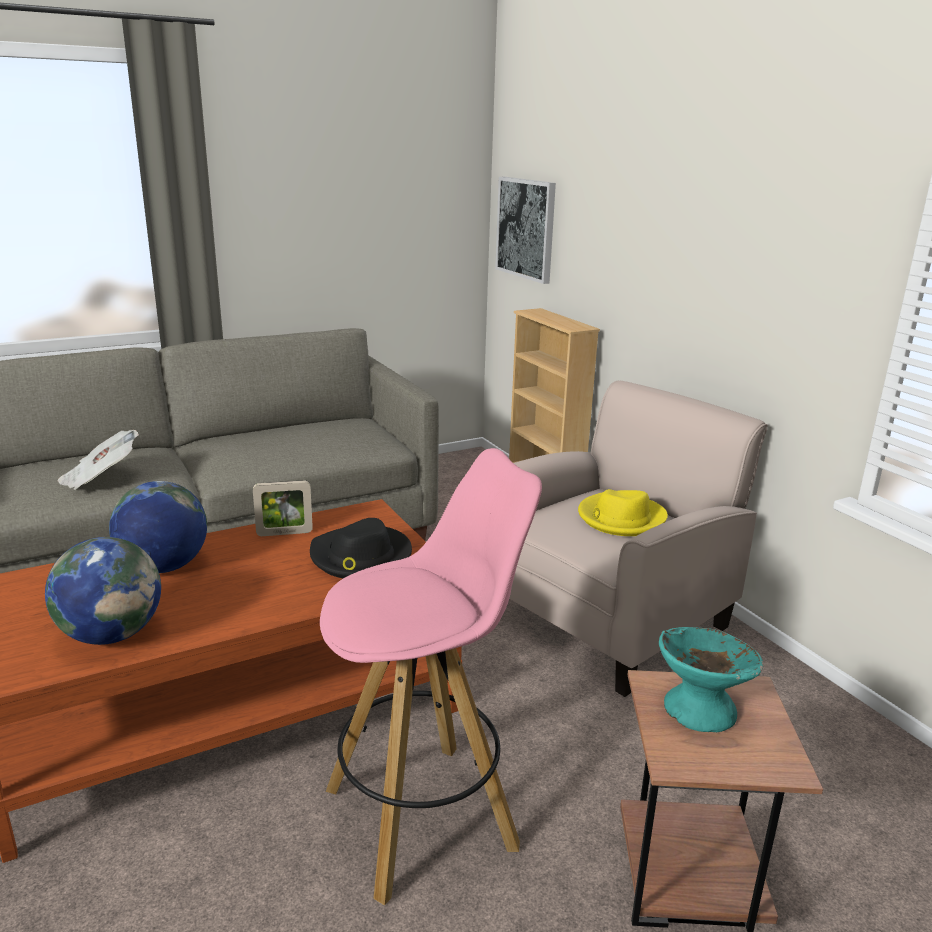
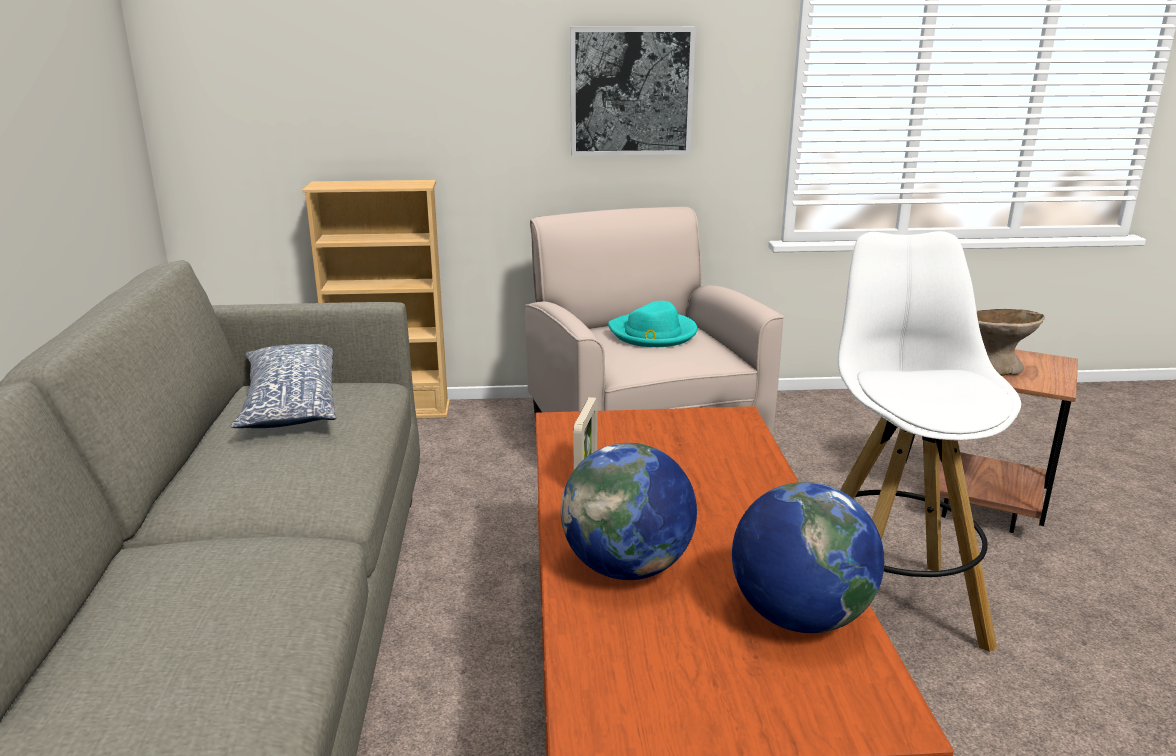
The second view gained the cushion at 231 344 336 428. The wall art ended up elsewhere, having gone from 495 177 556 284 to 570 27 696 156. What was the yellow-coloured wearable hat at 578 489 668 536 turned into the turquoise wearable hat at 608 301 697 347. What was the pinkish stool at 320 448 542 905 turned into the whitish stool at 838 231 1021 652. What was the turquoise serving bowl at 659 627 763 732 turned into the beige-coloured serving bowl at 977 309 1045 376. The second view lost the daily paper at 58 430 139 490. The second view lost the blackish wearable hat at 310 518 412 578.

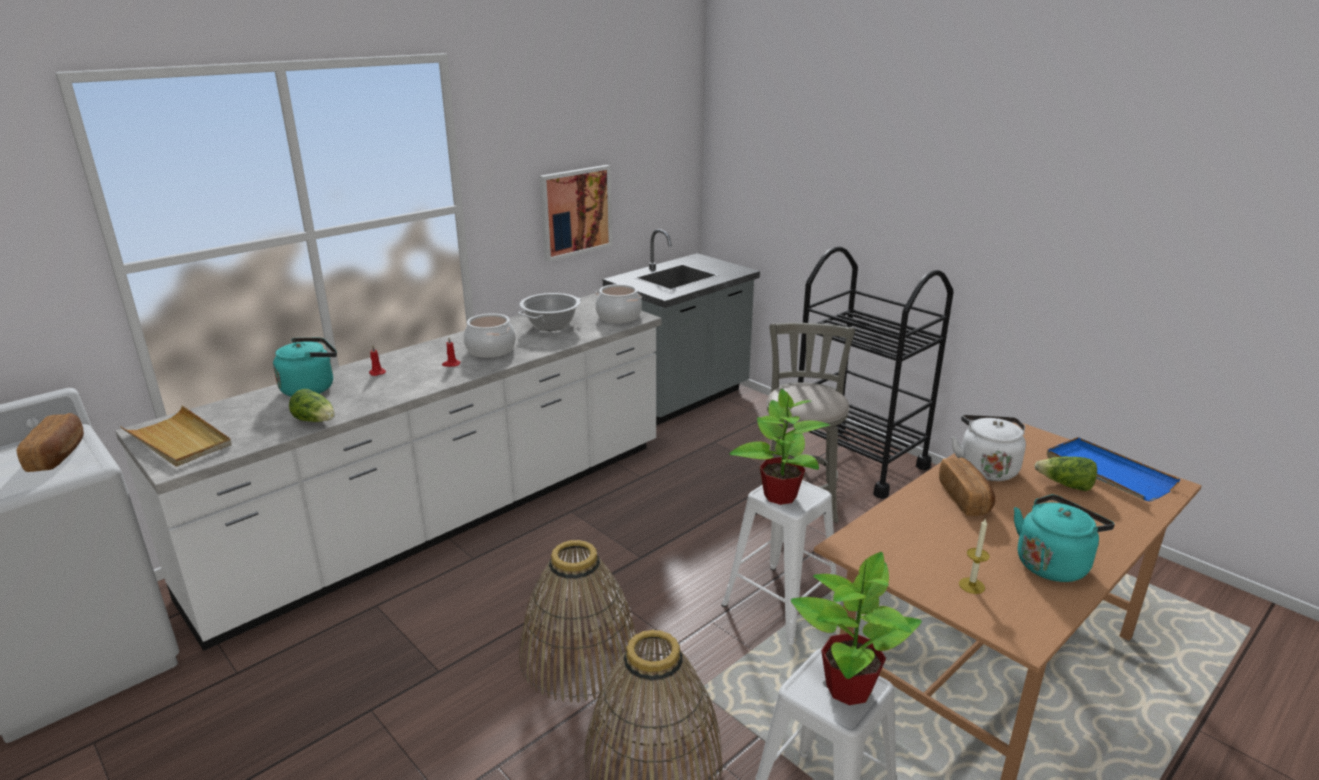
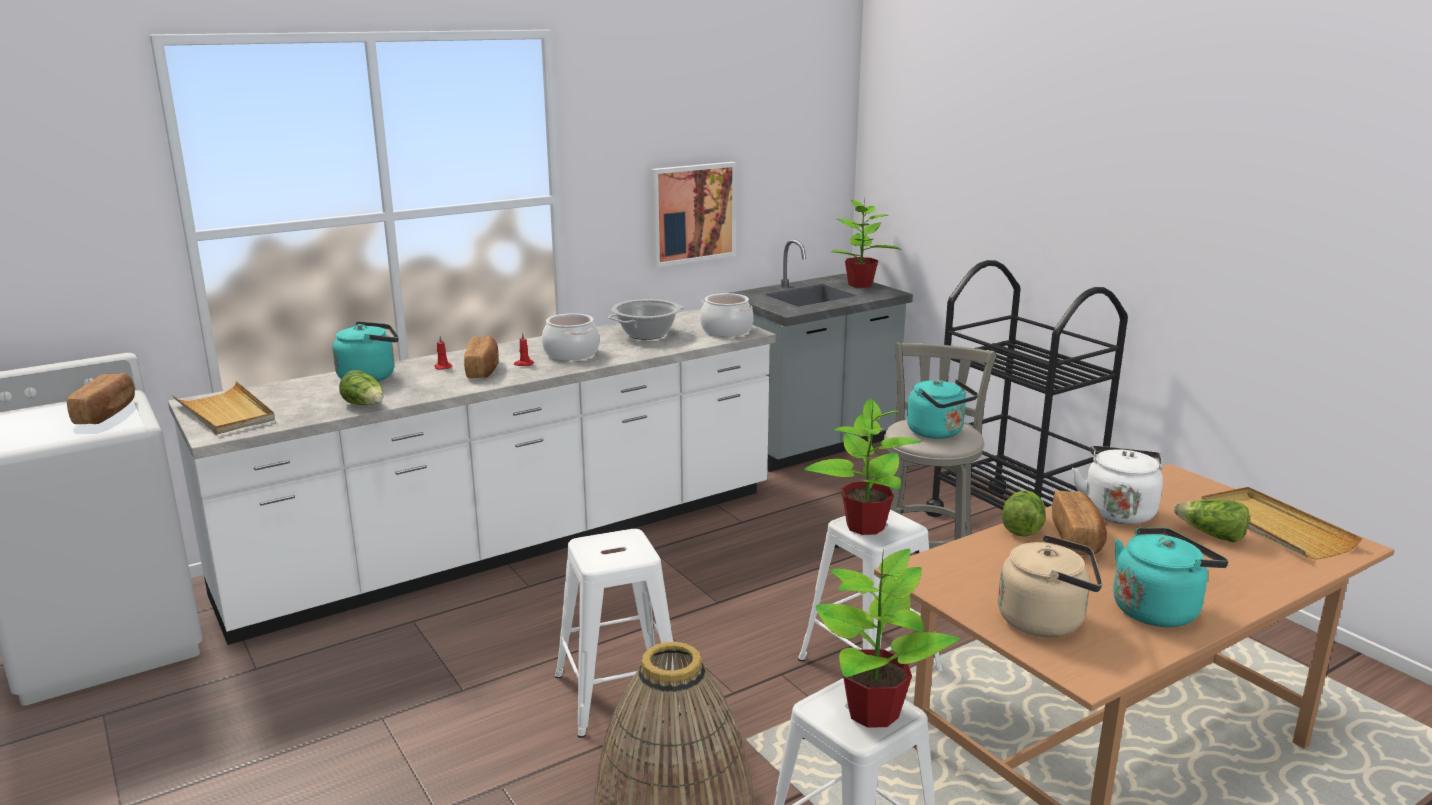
The second view gained the bread at 464 336 499 378. Where the storage basket stood at 519 540 639 703, the whitish stool came to stand at 555 529 687 738. The second view gained the plant in a pot at 831 198 903 288. The second view gained the turquoise tea kettle at 907 379 978 439. Where the wax light stood at 959 518 990 594, the beige-coloured tea kettle came to stand at 998 535 1102 637. The second view gained the lettuce at 1002 491 1046 537. What was the blue-coloured serving tray at 1047 437 1181 501 turned into the beige-coloured serving tray at 1201 487 1362 560.

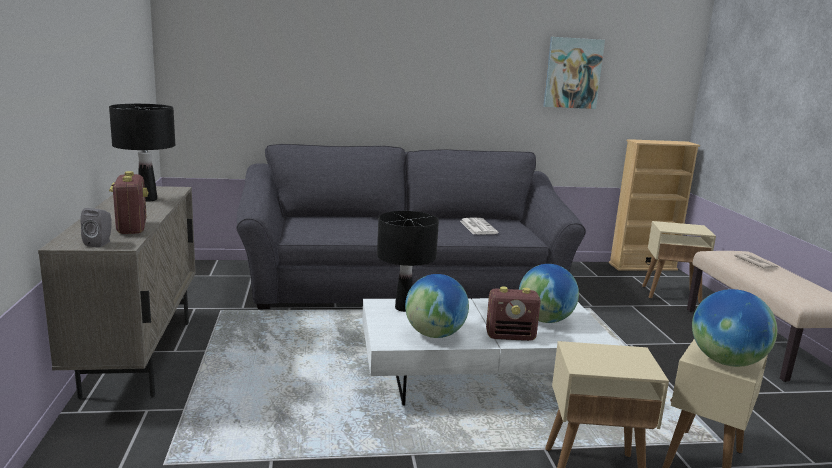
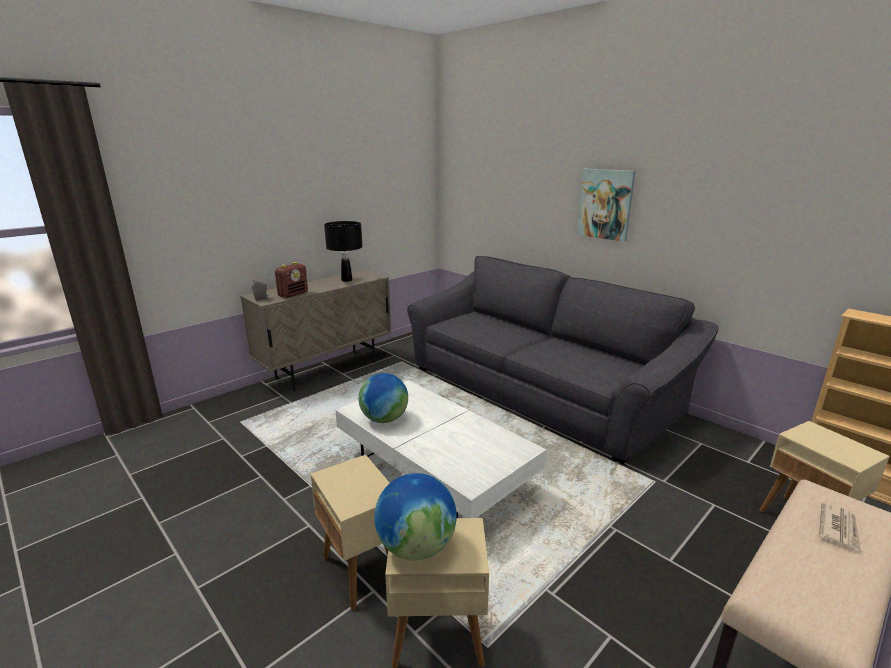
The wall art ended up elsewhere, having gone from 543 37 605 109 to 577 169 636 242. The second view lost the blackish lamp for a table at 377 211 439 312. The second view lost the daily paper at 460 217 498 235. The second view lost the radio set at 486 287 541 341. The second view lost the world globe at 519 264 579 323.

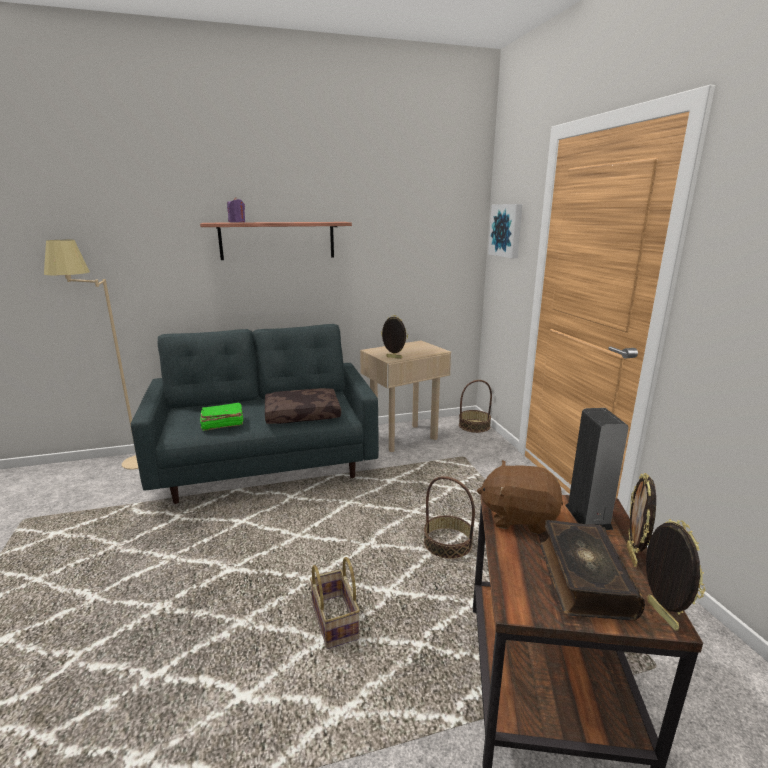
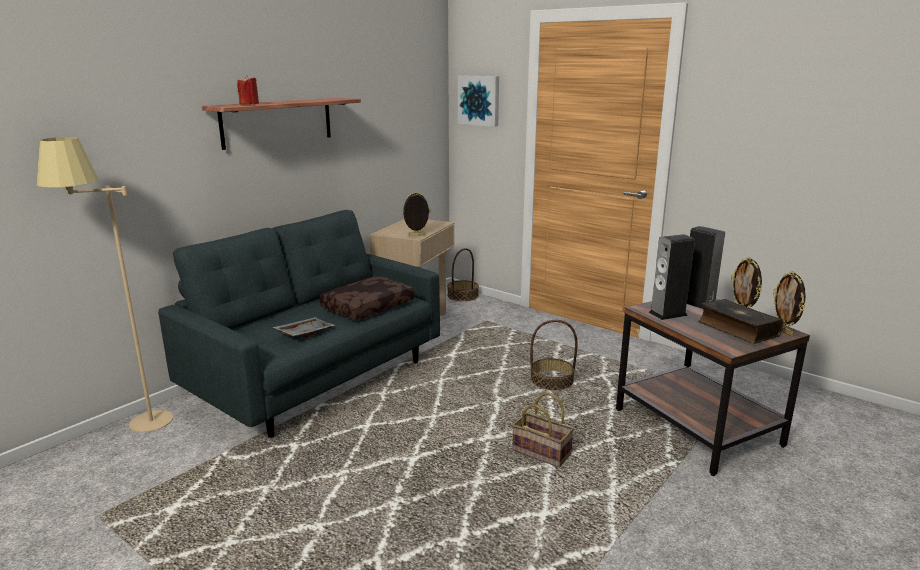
What was the purple-coloured wax light at 227 198 245 222 turned into the red wax light at 237 75 259 104. Where the greenish volume stood at 200 403 243 431, the gray serving tray came to stand at 273 317 335 338. Where the brown-coloured soft toy stood at 477 460 563 534, the audio speaker came to stand at 648 234 695 320. The standing frame at 646 519 706 631 ended up facing another way, 150 degrees counterclockwise from before.

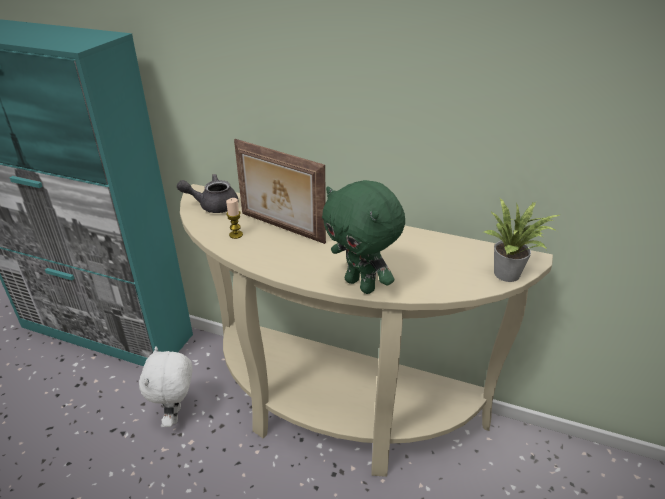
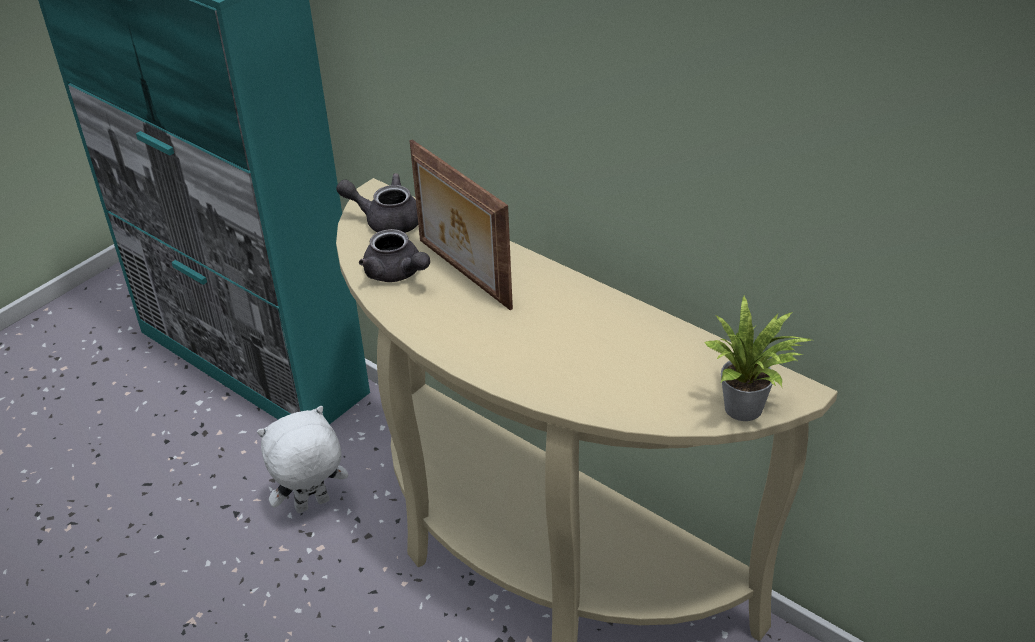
The whitish soft toy at 139 346 192 427 ended up facing another way, 45 degrees clockwise from before. Where the wax light stood at 226 198 243 239, the gray tea pot came to stand at 359 229 430 282. The second view lost the greenish soft toy at 322 180 405 294.

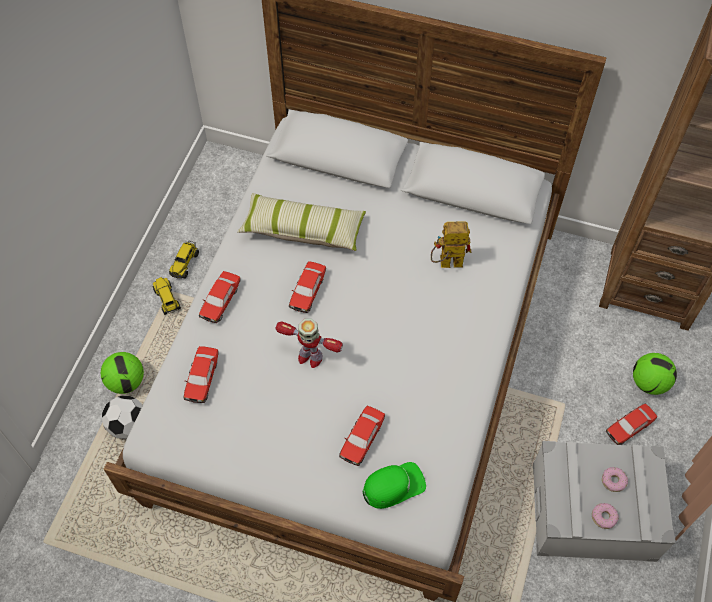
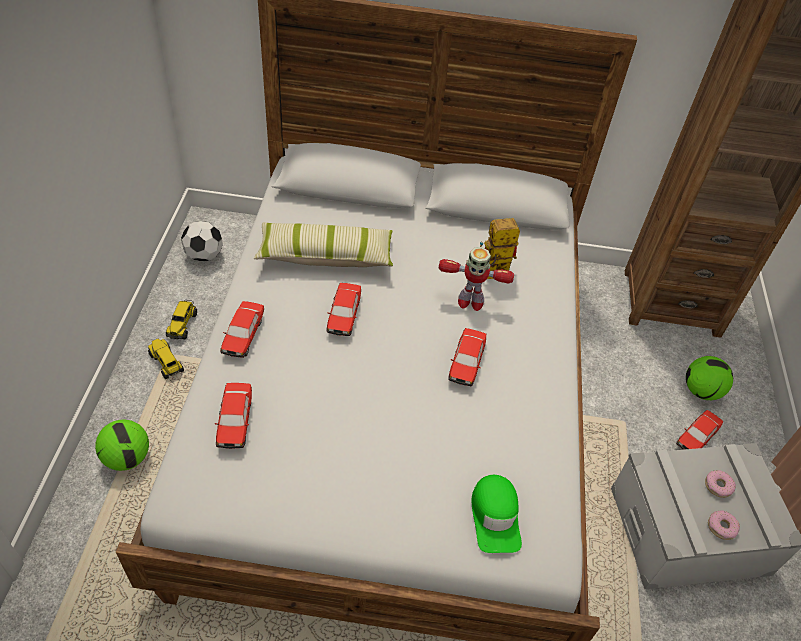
The ball for football ended up elsewhere, having gone from 102 395 143 439 to 181 221 223 261. The robot figure ended up elsewhere, having gone from 276 319 343 368 to 438 247 514 311. The model car ended up elsewhere, having gone from 339 406 385 466 to 448 328 486 386. The greenish baseball cap at 363 462 426 509 ended up facing another way, 120 degrees clockwise from before.

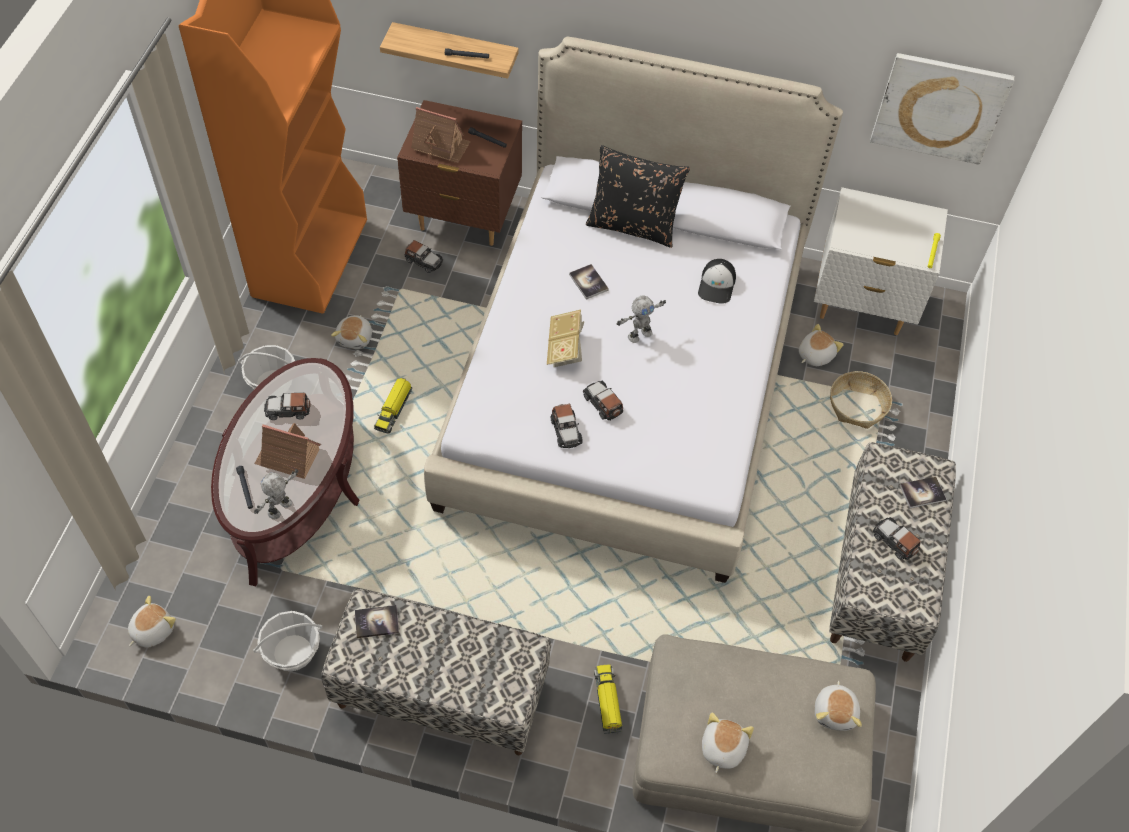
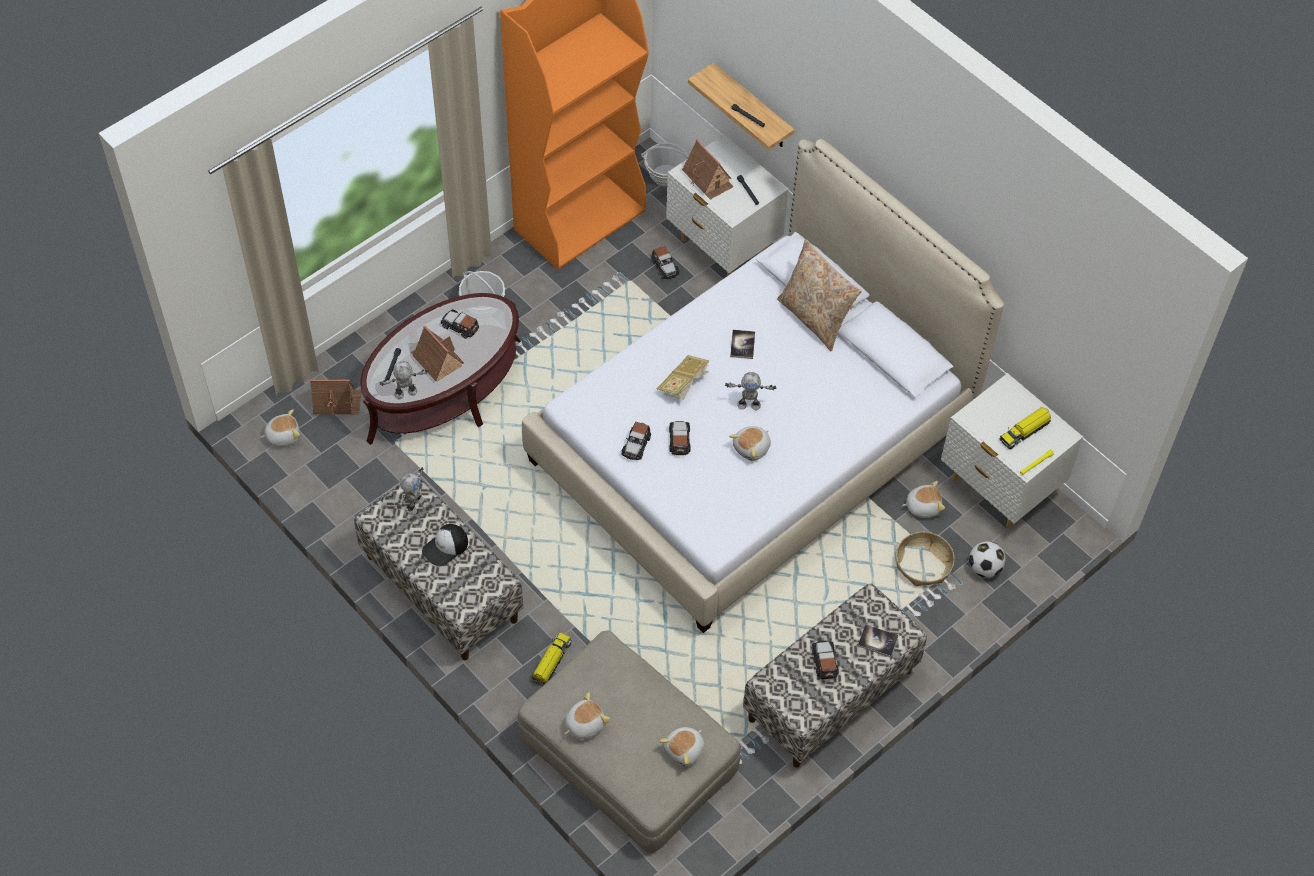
The second view gained the miniature house at 310 379 361 418. Where the volume stood at 355 605 399 638, the robot figure came to stand at 397 467 424 515. The baseball cap ended up elsewhere, having gone from 698 259 736 304 to 422 524 468 566. The storage basket ended up elsewhere, having gone from 253 611 322 671 to 641 142 688 187. What was the brown-coloured night table at 397 100 522 246 turned into the whitish night table at 666 135 789 276. The soft toy ended up elsewhere, having gone from 331 315 372 349 to 729 426 771 461. What was the blackish cushion at 586 145 690 248 turned into the beige-coloured cushion at 777 239 862 351. The second view gained the ball for football at 969 541 1006 578. The toy truck ended up elsewhere, having gone from 374 378 412 434 to 999 407 1051 449. The second view lost the wall art at 870 53 1015 165.

